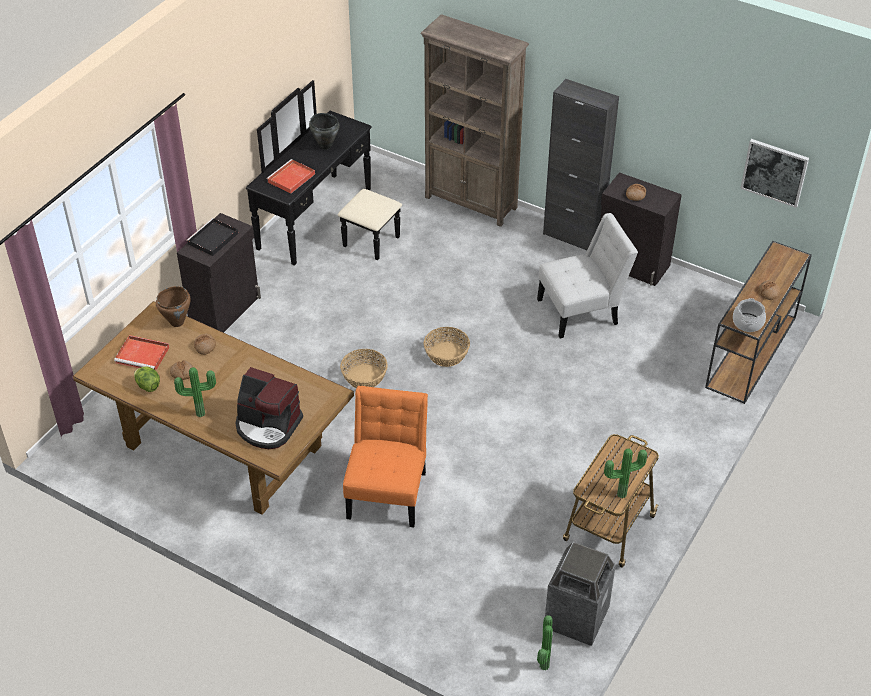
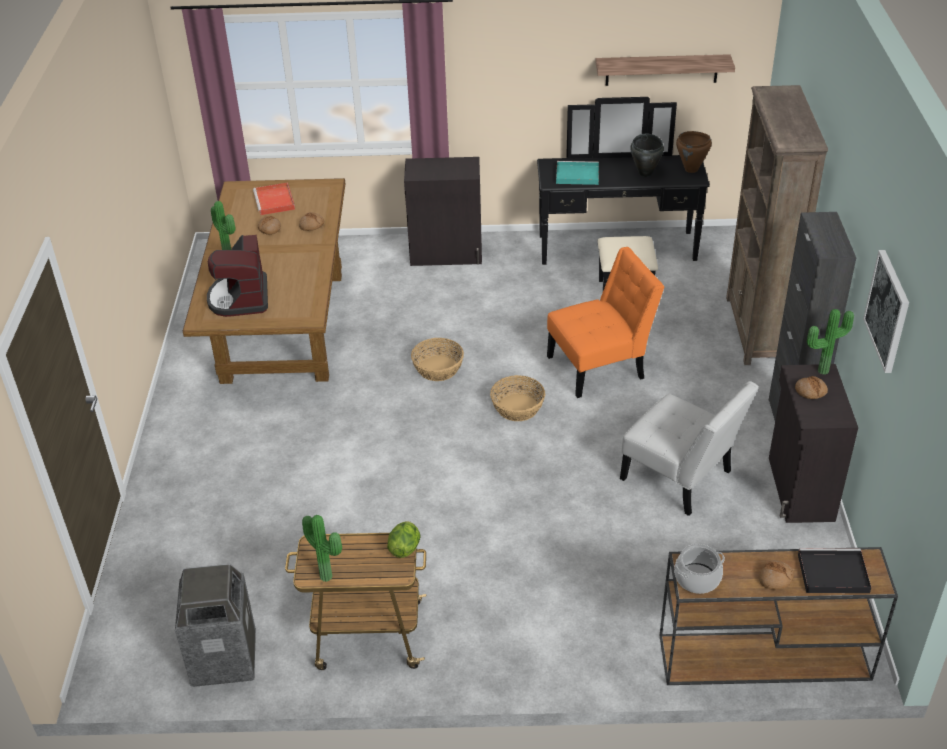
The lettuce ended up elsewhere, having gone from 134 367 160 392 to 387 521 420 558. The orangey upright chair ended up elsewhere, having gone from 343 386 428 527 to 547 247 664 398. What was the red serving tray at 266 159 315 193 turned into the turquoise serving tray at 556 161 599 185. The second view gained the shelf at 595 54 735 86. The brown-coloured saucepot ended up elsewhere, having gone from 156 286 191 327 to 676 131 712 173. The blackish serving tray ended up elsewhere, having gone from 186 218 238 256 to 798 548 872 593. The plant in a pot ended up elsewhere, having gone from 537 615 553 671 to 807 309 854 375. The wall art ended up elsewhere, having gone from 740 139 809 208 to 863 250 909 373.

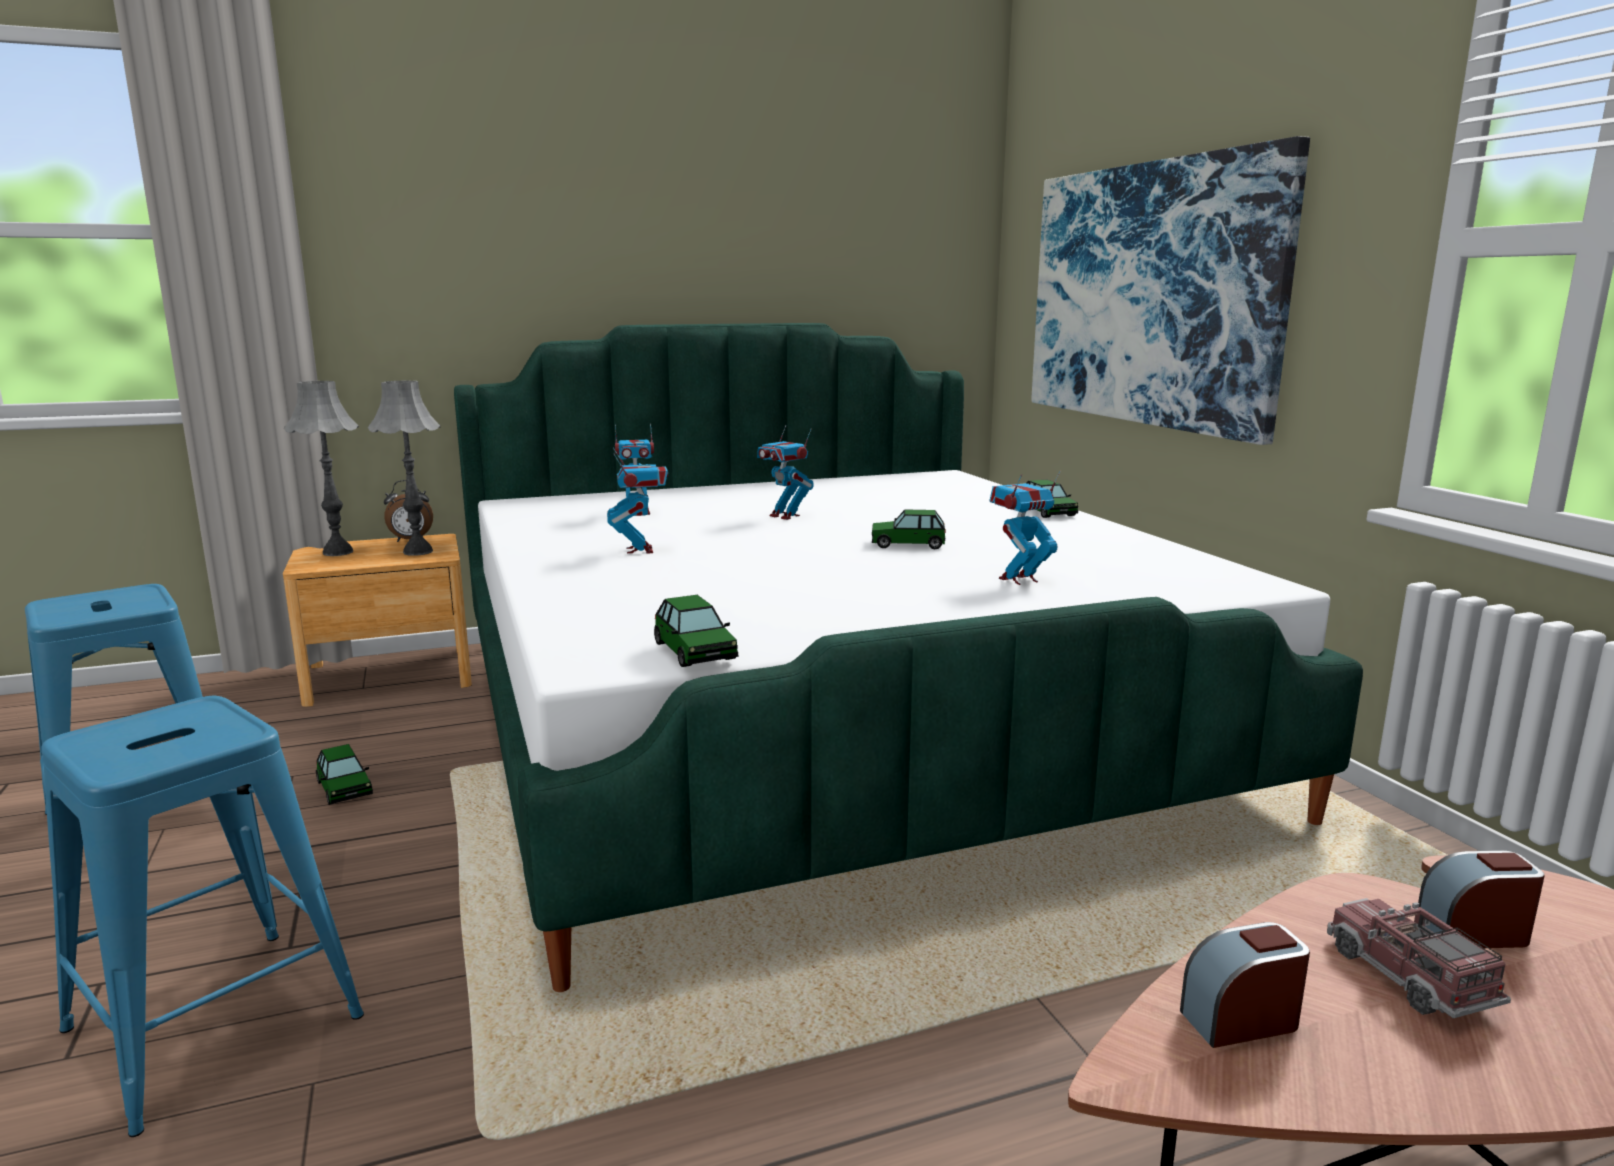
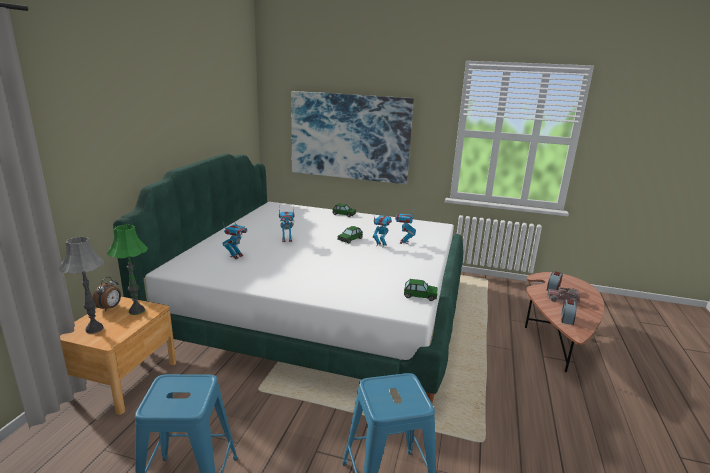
What was the gray lamp for a table at 367 380 440 556 turned into the greenish lamp for a table at 107 224 148 315. The robot figure ended up elsewhere, having gone from 607 447 668 553 to 373 213 392 248. The second view lost the model car at 316 744 373 805.

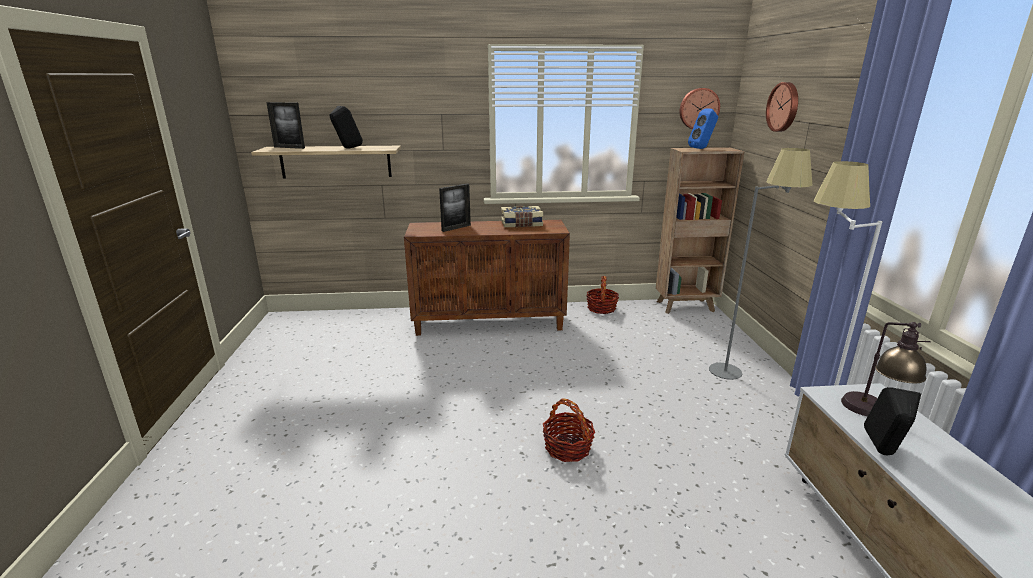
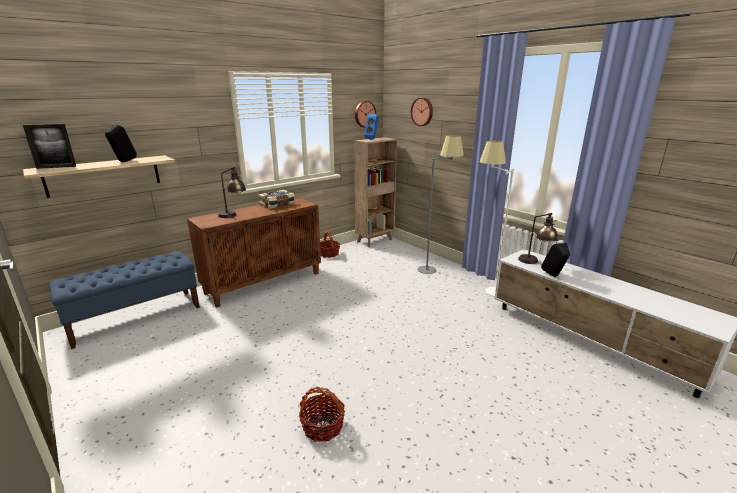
The second view gained the blue-coloured long seat at 49 251 200 349. Where the standing frame stood at 439 184 471 232, the lamp for a table came to stand at 218 167 246 218. The storage basket ended up elsewhere, having gone from 543 398 595 462 to 299 387 345 442.

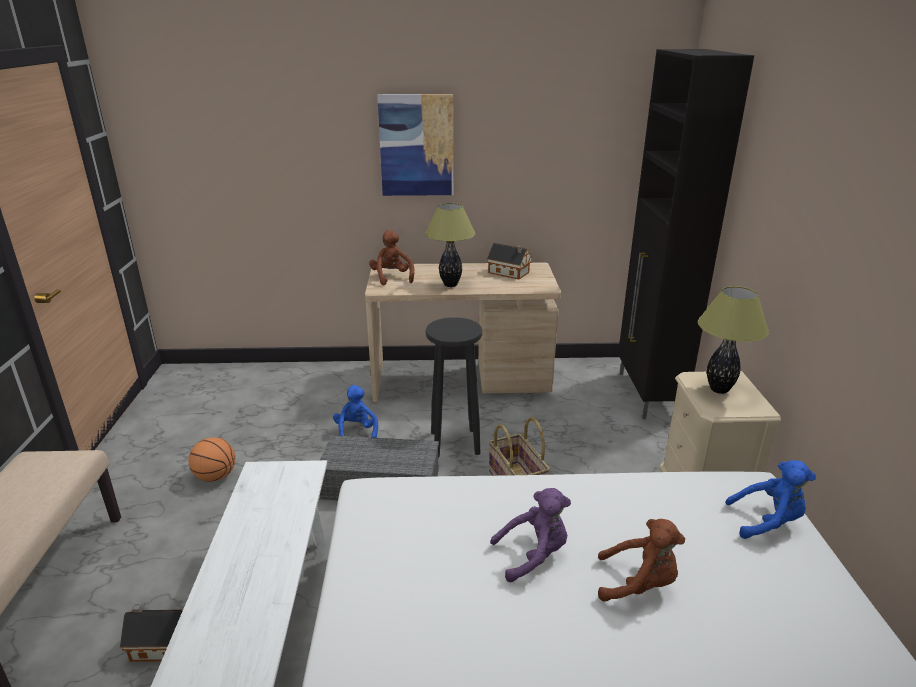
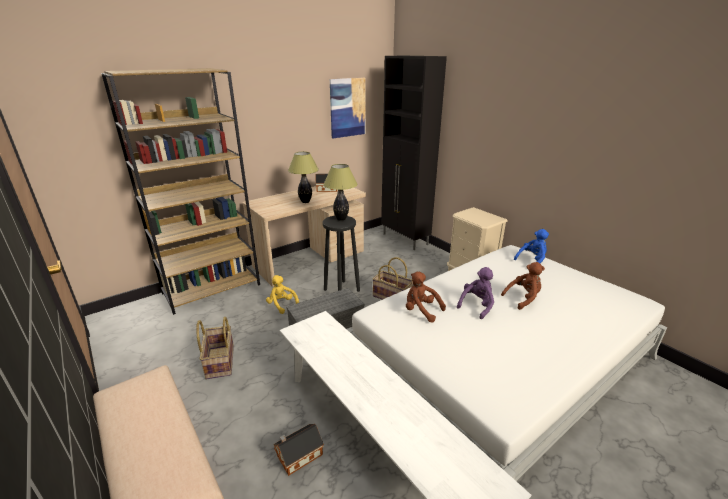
The second view gained the brown-coloured bookshelf at 101 68 260 315. Where the basketball stood at 188 437 235 482, the storage basket came to stand at 196 317 234 380. What was the blue-coloured soft toy at 333 385 378 438 turned into the yellow-coloured soft toy at 266 275 299 314. The lamp for a table ended up elsewhere, having gone from 698 286 769 394 to 323 164 357 221. The wall art ended up elsewhere, having gone from 377 94 453 196 to 330 78 366 138. The brown-coloured soft toy ended up elsewhere, having gone from 369 230 414 285 to 406 272 446 323.

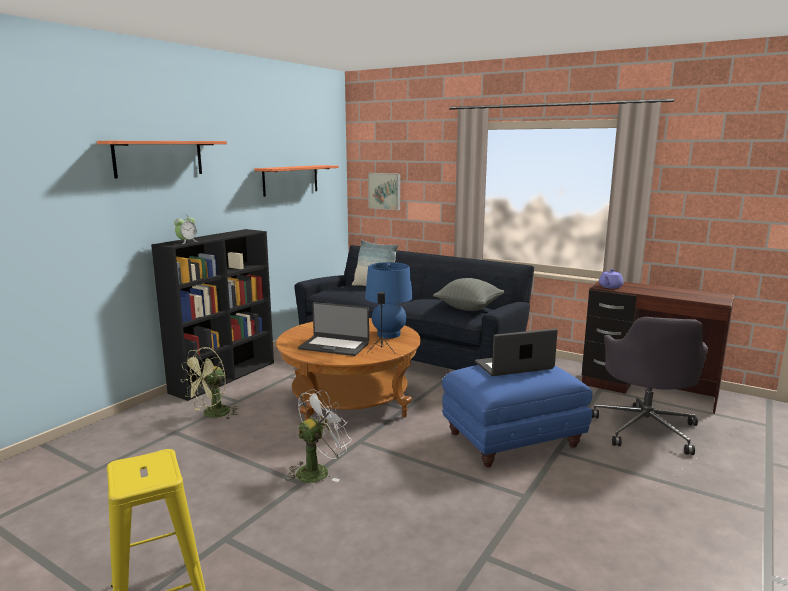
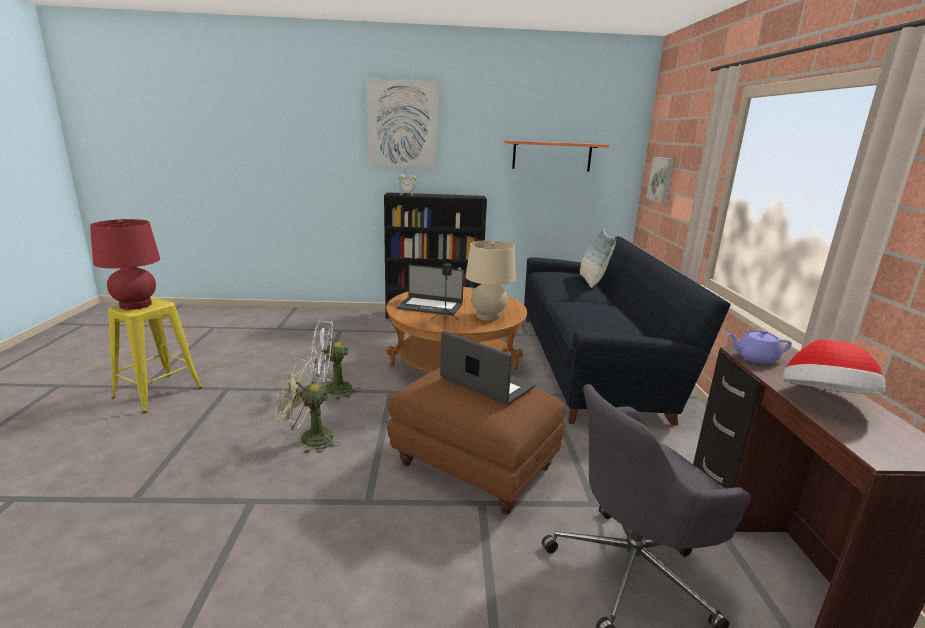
The second view gained the red lamp for a table at 90 219 160 310. The greenish fan ended up elsewhere, having gone from 181 347 239 420 to 276 356 340 454. The whitish fan at 285 389 351 483 ended up facing another way, 150 degrees clockwise from before. Where the shelf hung at 97 141 227 178, the wall art came to hang at 367 78 438 168. What was the blue-coloured footrest at 442 365 592 467 turned into the brown-coloured footrest at 387 368 566 515. The notebook computer at 298 302 369 356 ended up facing another way, 60 degrees counterclockwise from before. What was the blue-coloured lamp for a table at 365 262 413 338 turned into the beige-coloured lamp for a table at 466 240 516 321. The second view gained the wearable hat at 783 339 886 395. The second view lost the gray cushion at 433 278 505 311.

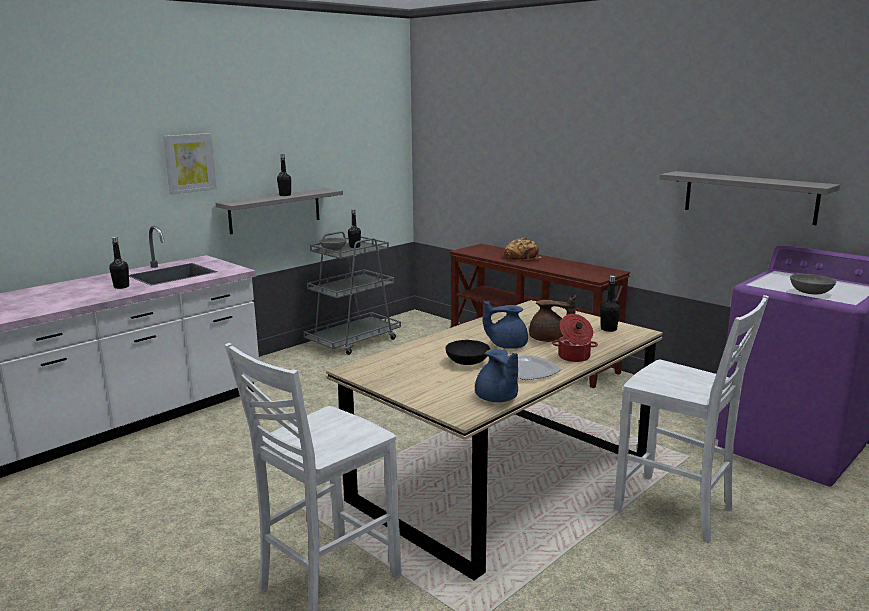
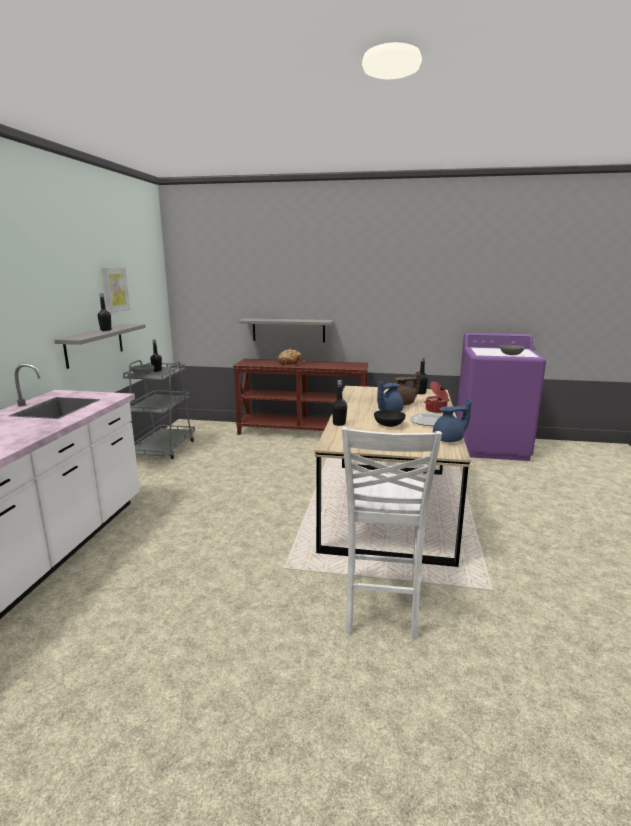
The wall art ended up elsewhere, having gone from 163 133 217 194 to 102 267 130 313. The gray shelf ended up elsewhere, having gone from 660 171 840 225 to 239 318 334 343. The blackish beverage bottle ended up elsewhere, having gone from 109 237 129 289 to 332 380 347 426. The blue-coloured tea pot at 475 349 518 402 ended up facing another way, 45 degrees counterclockwise from before. The second view lost the whitish upright chair at 614 295 769 543.

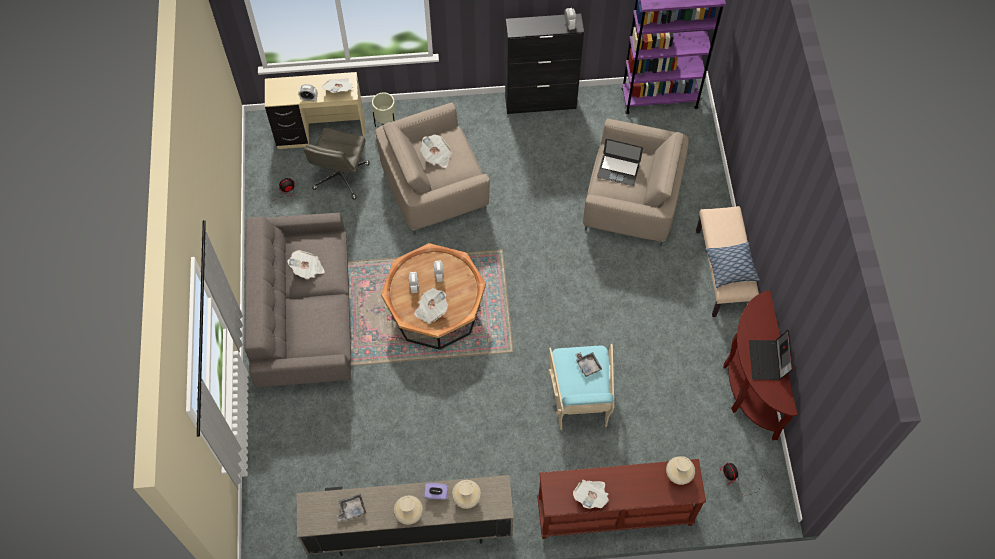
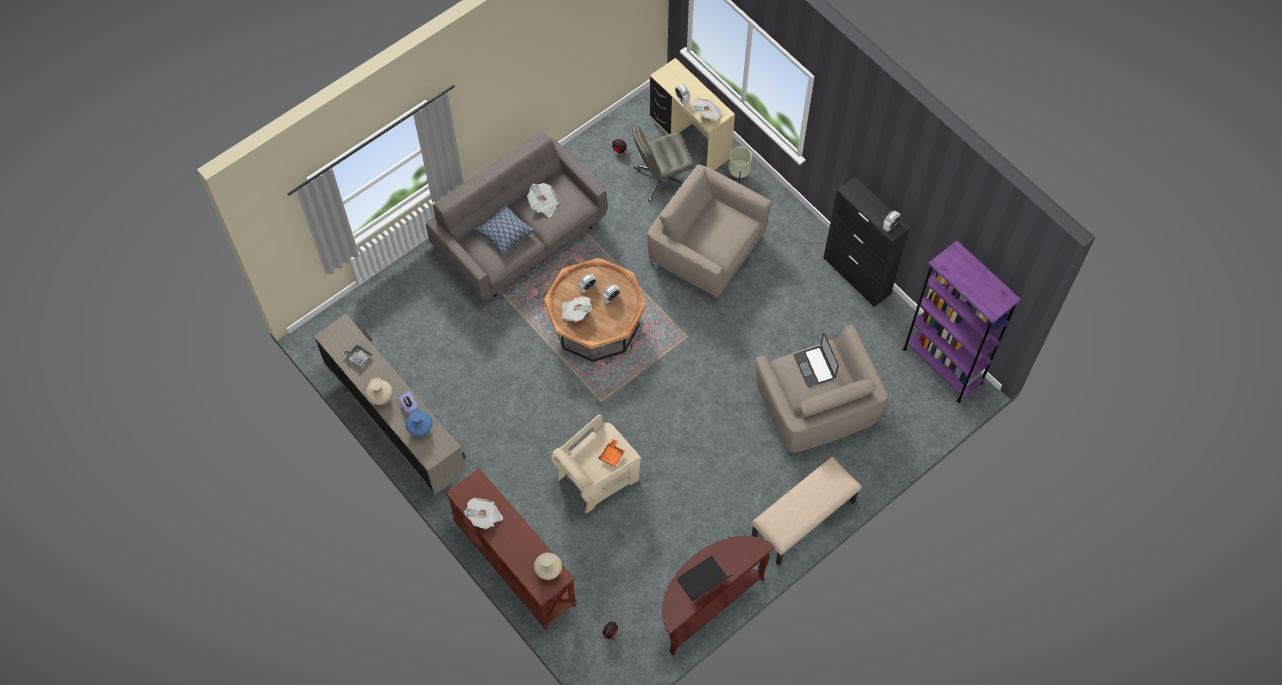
What was the beige-coloured flower vase at 452 480 481 509 turned into the blue-coloured flower vase at 405 409 433 437. The cushion ended up elsewhere, having gone from 705 242 760 288 to 474 204 534 256. What was the turquoise lounge chair at 548 344 615 430 turned into the beige-coloured lounge chair at 551 414 641 513. What was the gray serving tray at 575 352 602 377 turned into the orangey serving tray at 599 439 625 467. The second view lost the daily paper at 420 135 452 168.

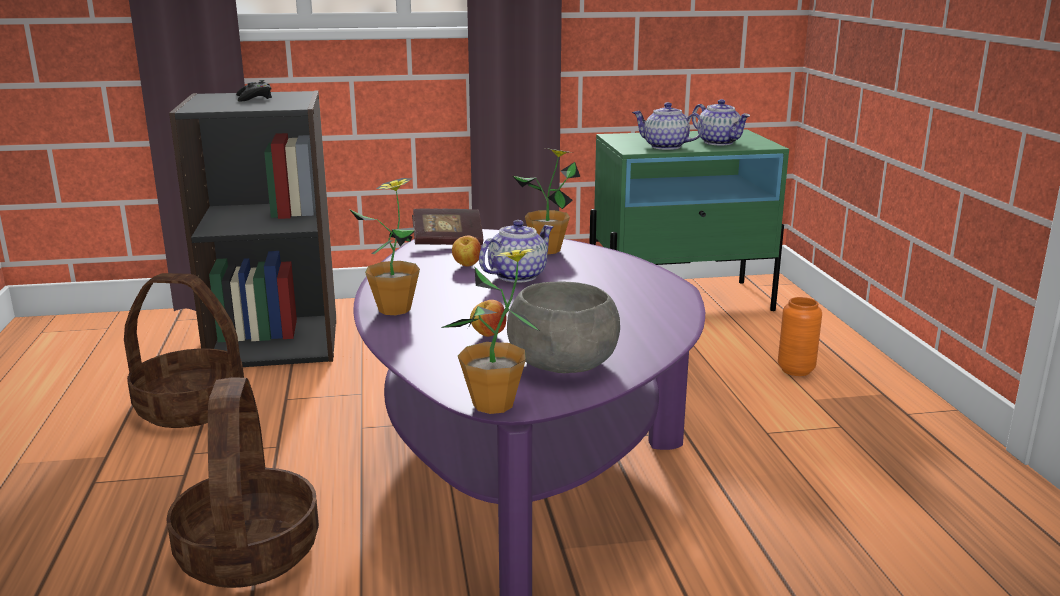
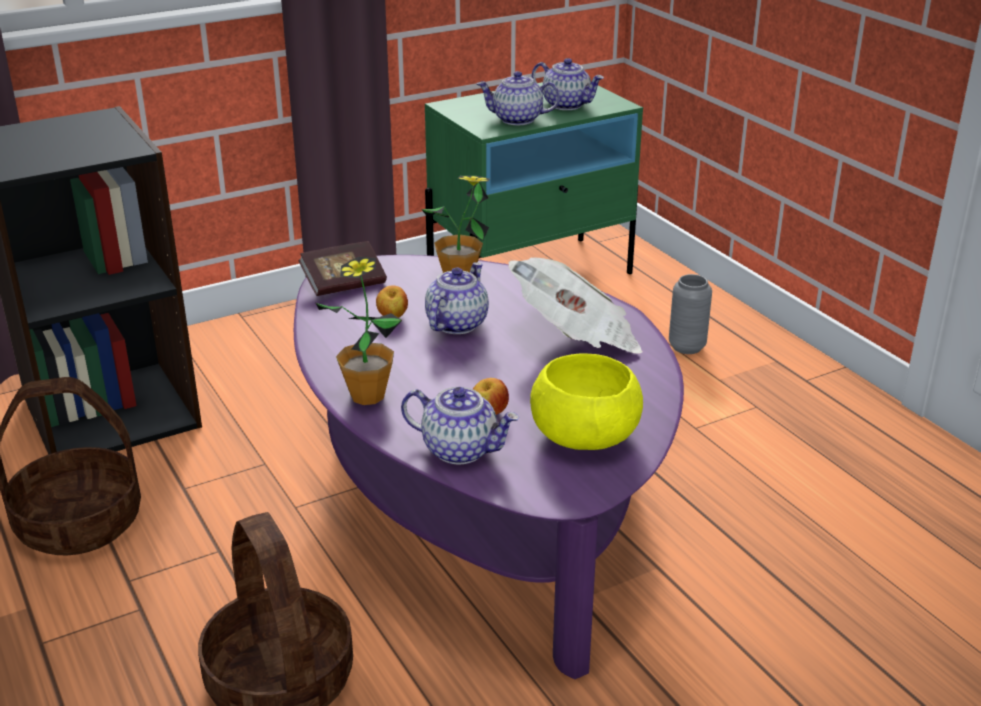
The second view gained the tea pot at 401 387 520 464. The second view gained the daily paper at 508 257 643 354. What was the gray serving bowl at 507 281 620 373 turned into the yellow-coloured serving bowl at 530 353 643 450. What was the orangey flower vase at 778 297 822 376 turned into the gray flower vase at 669 274 712 354. The second view lost the blackish gamepad at 236 80 272 102. The second view lost the plant in a pot at 441 248 540 414.

